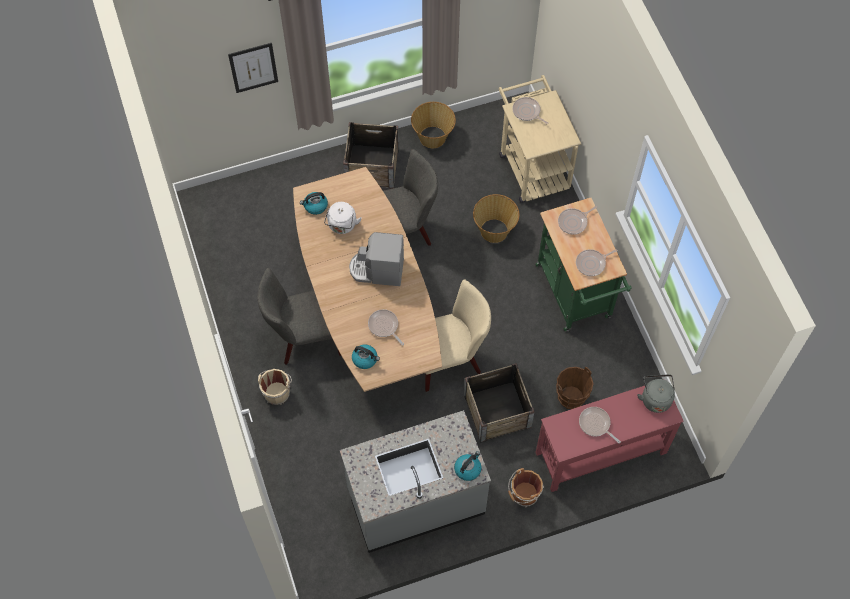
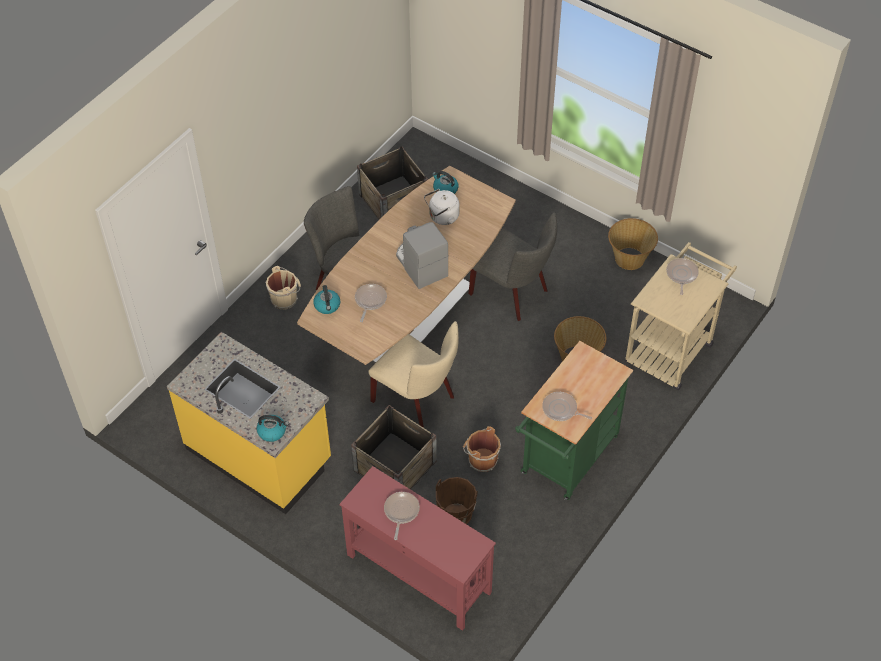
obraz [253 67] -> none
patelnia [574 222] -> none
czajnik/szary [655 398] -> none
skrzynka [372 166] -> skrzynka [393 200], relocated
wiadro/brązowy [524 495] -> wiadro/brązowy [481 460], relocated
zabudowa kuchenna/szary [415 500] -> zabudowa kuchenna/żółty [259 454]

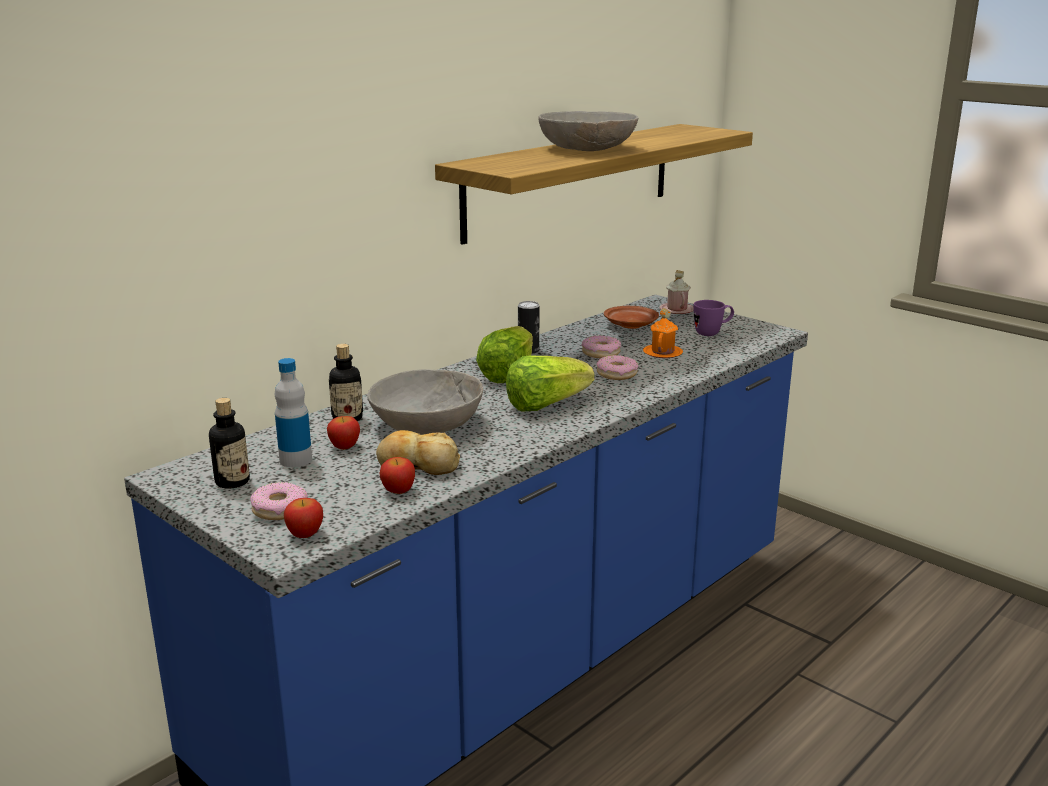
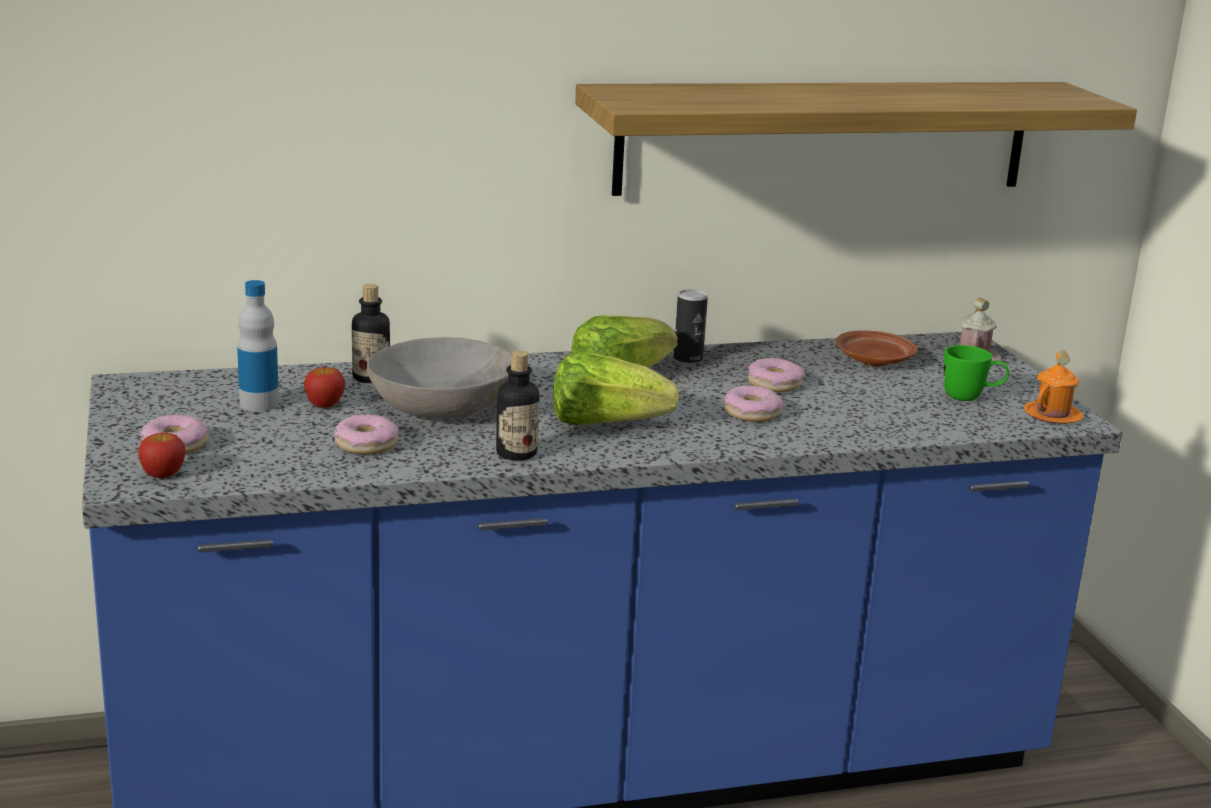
jabłko [398 490] -> none
miska/szary [588 148] -> none
butelka [232 482] -> butelka [516 453], relocated
kubek/pomarańczowy [662 353] -> kubek/pomarańczowy [1052 415], relocated
chleb [418 465] -> donut [366 444]
kubek/fioletowy [712 333] -> kubek/zielony [971 398]

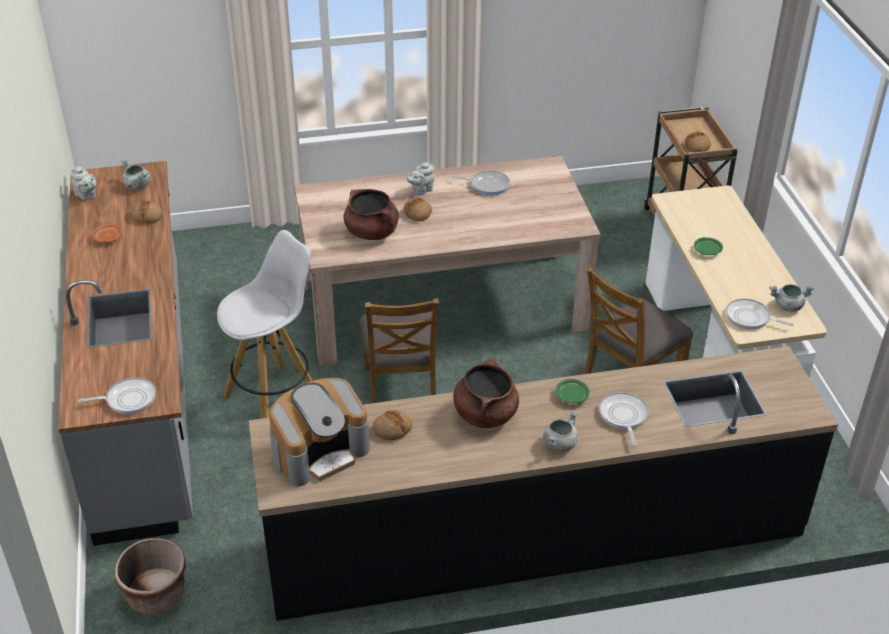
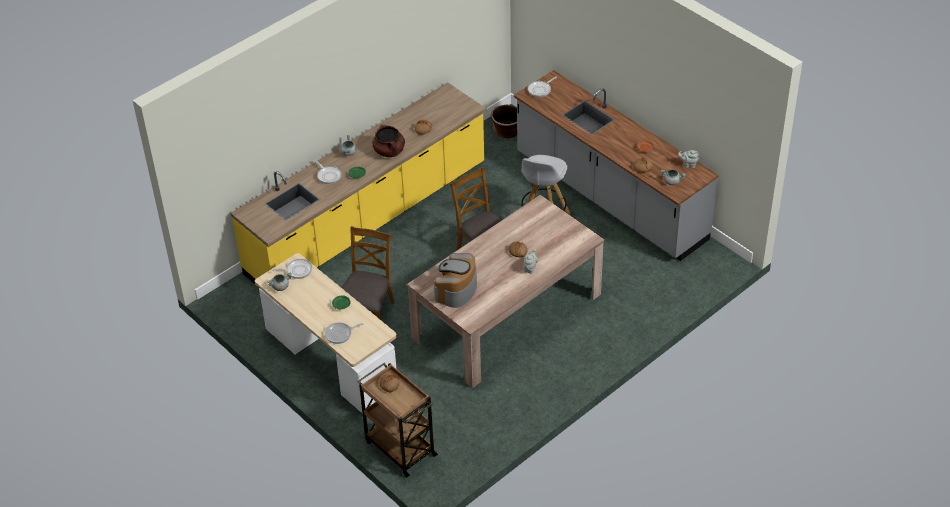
garnek/brązowy [372 232] -> none
ekspres do kawy [320 451] -> ekspres do kawy [456 290], relocated
patelnia [487 185] -> patelnia [340 334], relocated
zabudowa kuchenna/czarny [534 534] -> zabudowa kuchenna/żółty [368 219]

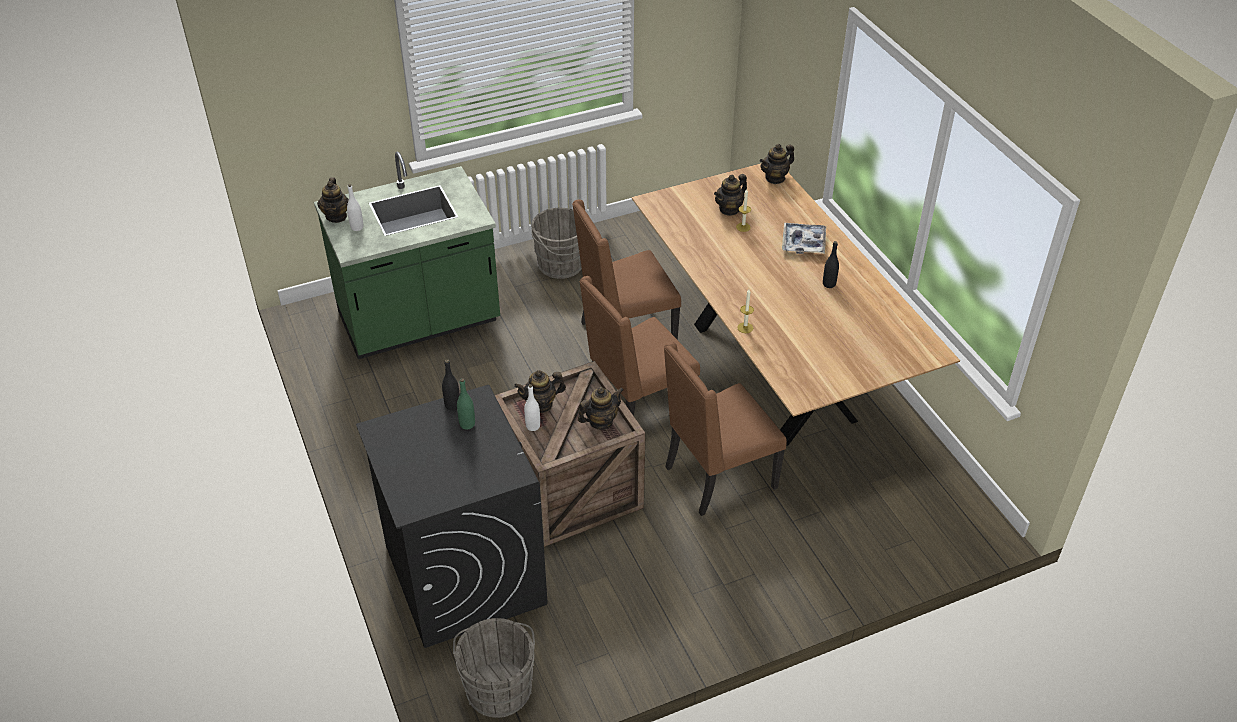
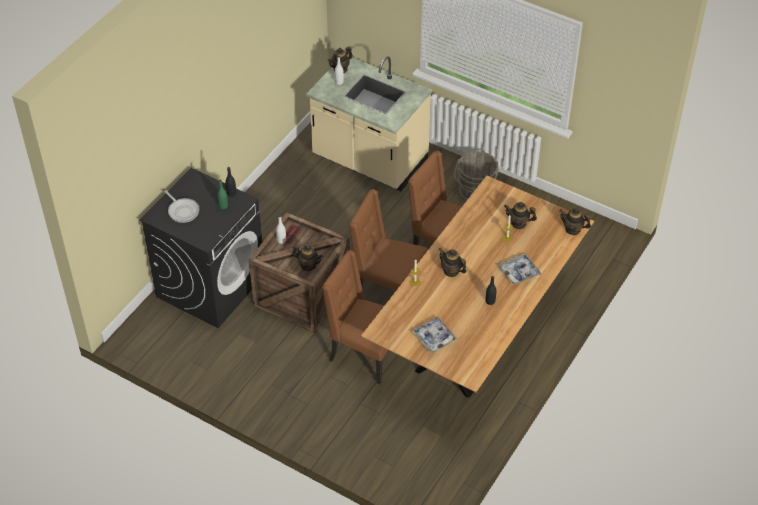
wiadro/szary [499 685] -> none
none -> patelnia [182 211]
none -> taca [434 337]
imbryk [541 404] -> imbryk [451 271], relocated
zabudowa kuchenna/zielony [419 321] -> zabudowa kuchenna/beżowy [369 161]

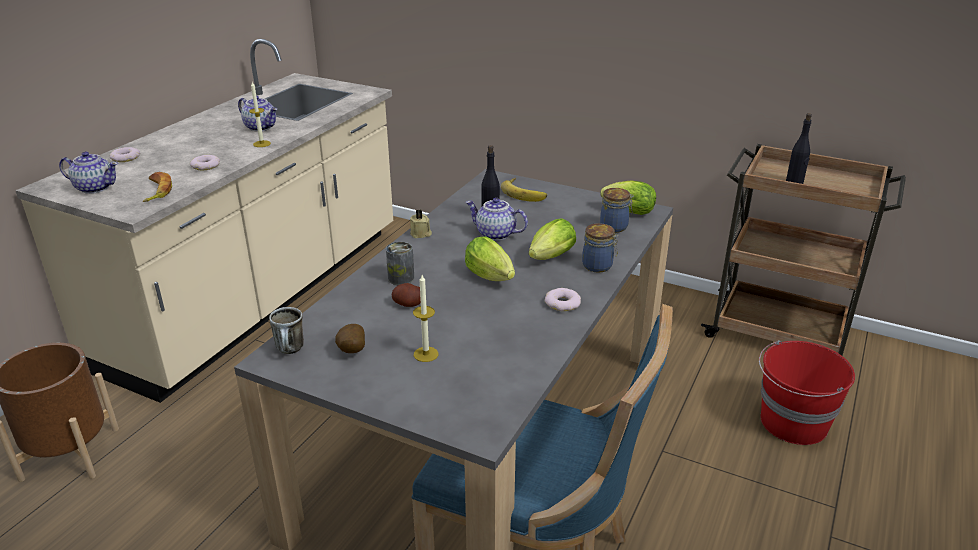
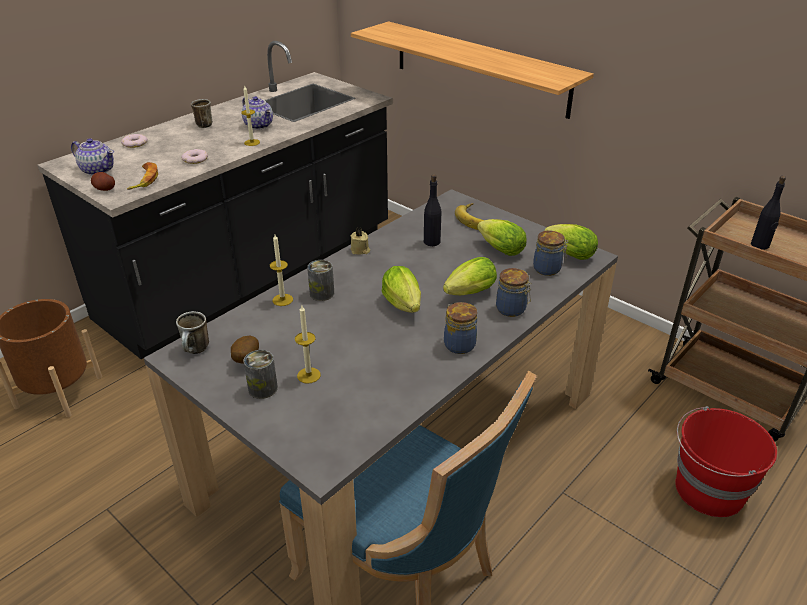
imbryk [495 234] -> none
none -> kubek [203 124]
none -> puszka [263 388]
none -> świeca [282 300]
none -> półka [480 68]
none -> sałata [498 249]
ziemniak [408 304] -> ziemniak [104 189], relocated
donut [562 303] -> słoik [458 344]
zabudowa kuchenna/beżowy [259 296] -> zabudowa kuchenna/czarny [252 274]

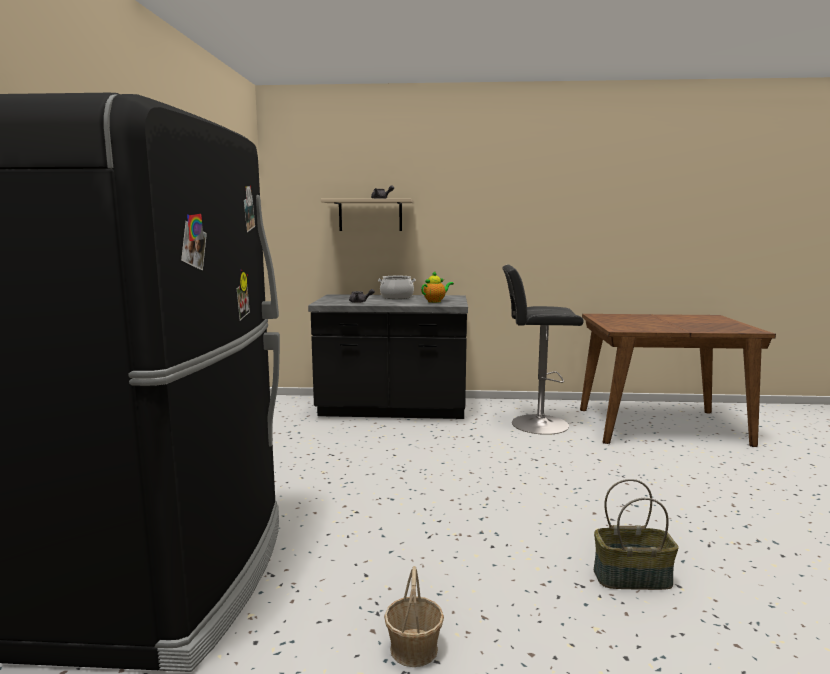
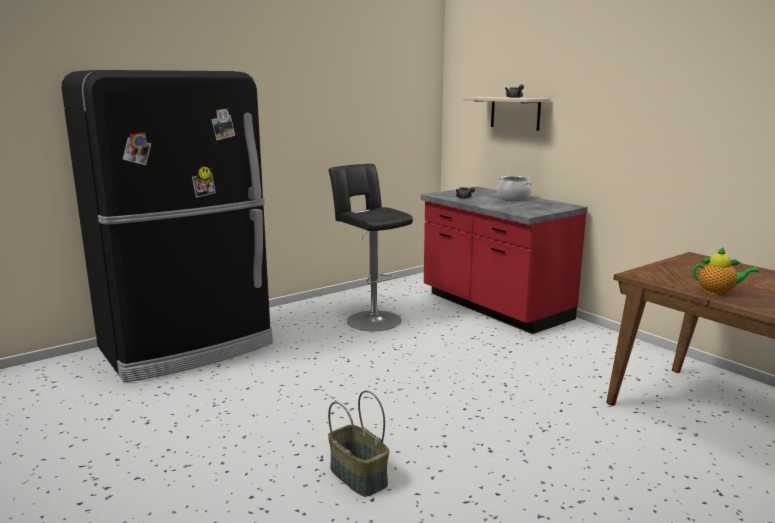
koszyk [414 649] -> none
imbryk [435 301] -> imbryk [718 292], relocated
stołek/czarny [535 424] -> stołek/czarny [371 319], relocated
zabudowa kuchenna/czarny [392 409] -> zabudowa kuchenna/czerwony [494 307]

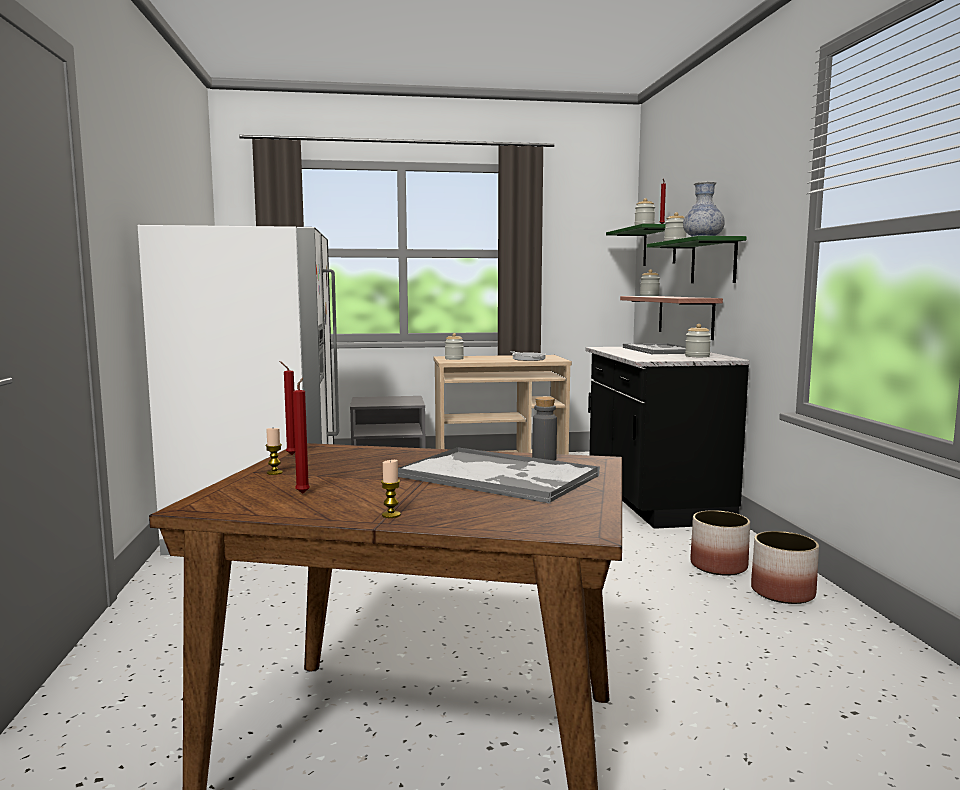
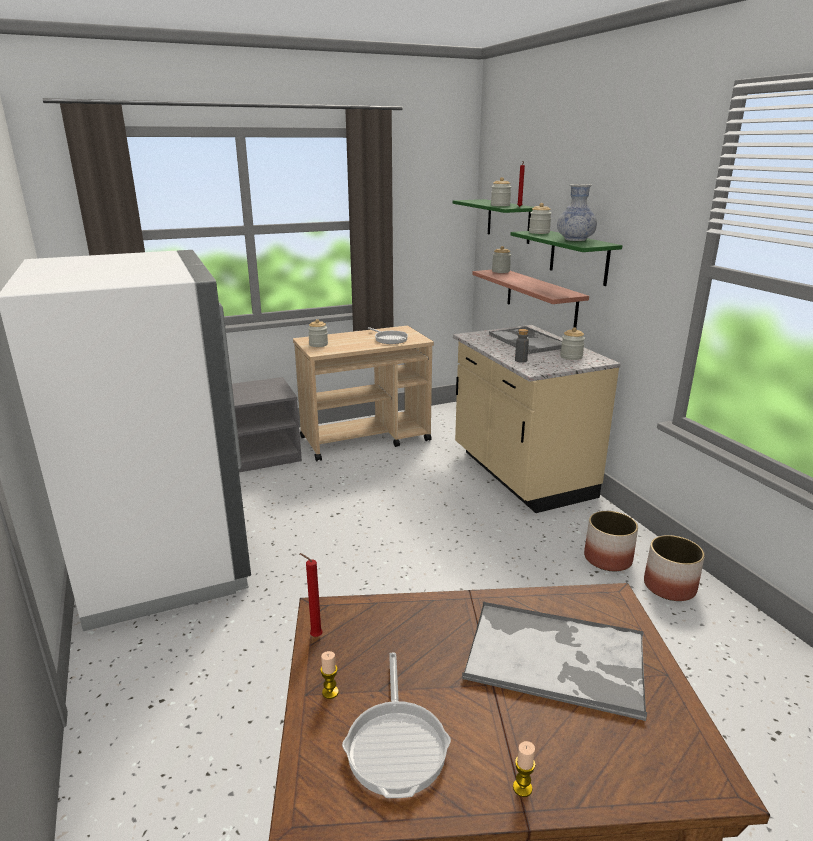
butelka/szary [544 459] -> butelka/szary [521 360], relocated
świeca/czerwony [304 493] -> patelnia [397 744]
zabudowa kuchenna/czarny [654 502] -> zabudowa kuchenna/beżowy [520 475]

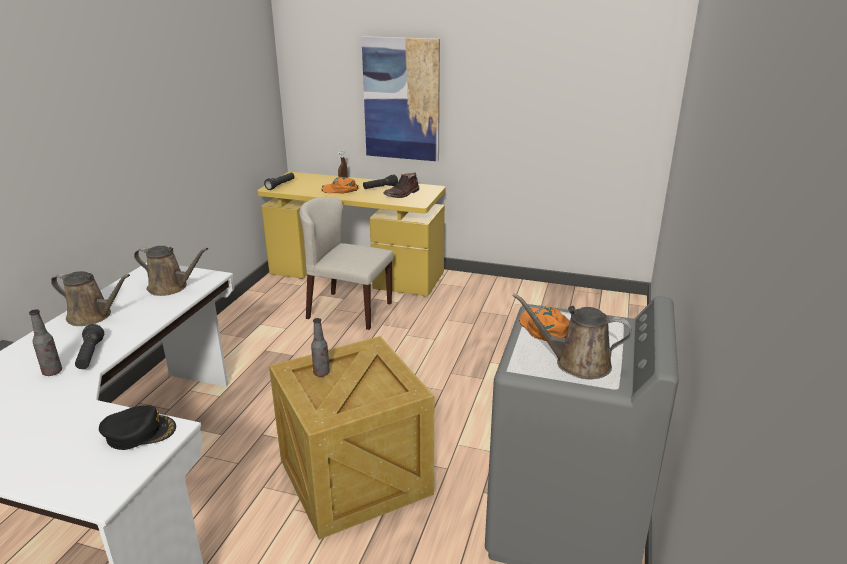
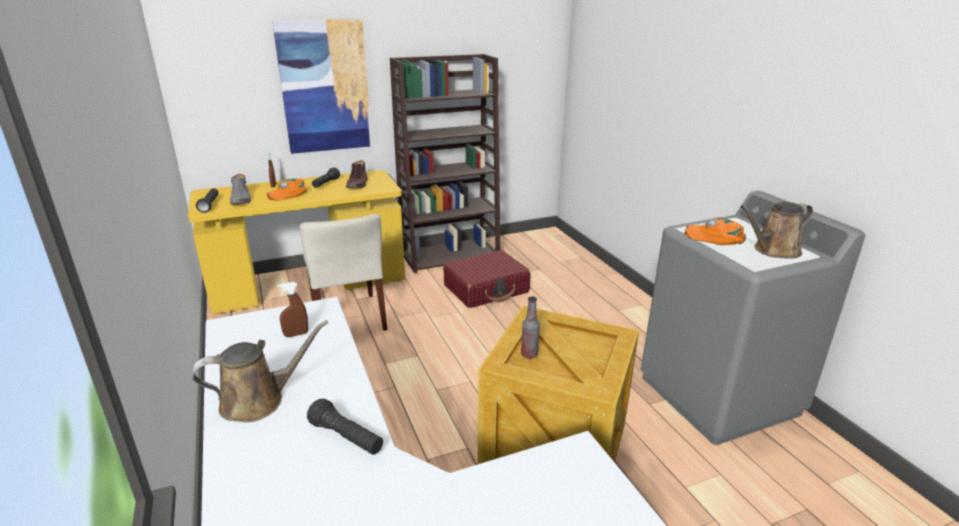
butelka [52 372] -> none
czapka z daszkiem/czarny [139 432] -> none
none -> but z cholewką/szary [241 199]
none -> regał/brązowy [451 255]
none -> walizka/czerwony [486 289]
konewka/brązowy [171 287] -> spryskiwacz/brązowy [296 334]
krzesło/beżowy [349 310] -> krzesło/beżowy [348 317], 90 degrees counterclockwise

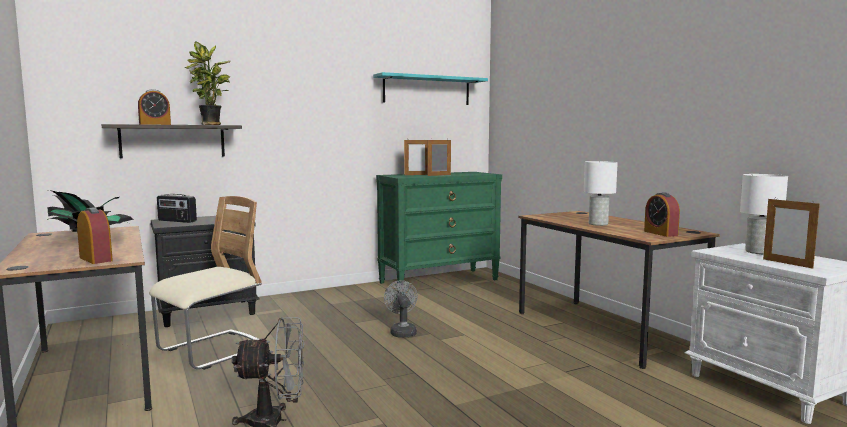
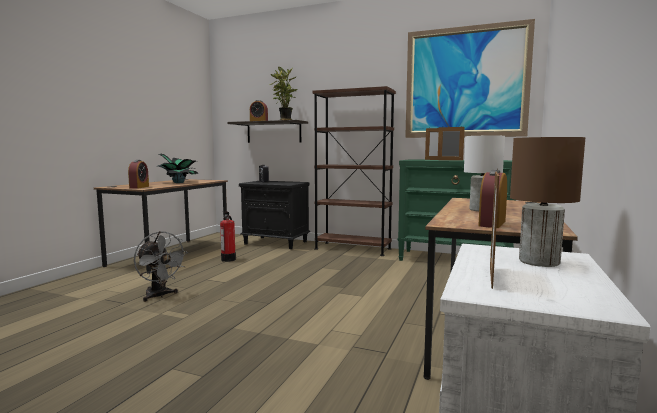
wentylator/szary [402 332] -> none
none -> regał/brązowy [352 249]
krzesło/beżowy [213 351] -> gaśnica [228 259]
półka/turkusowy [427 90] -> obraz [465 82]
lampa stołowa/biały [758 252] -> lampa stołowa/brązowy [540 262]

